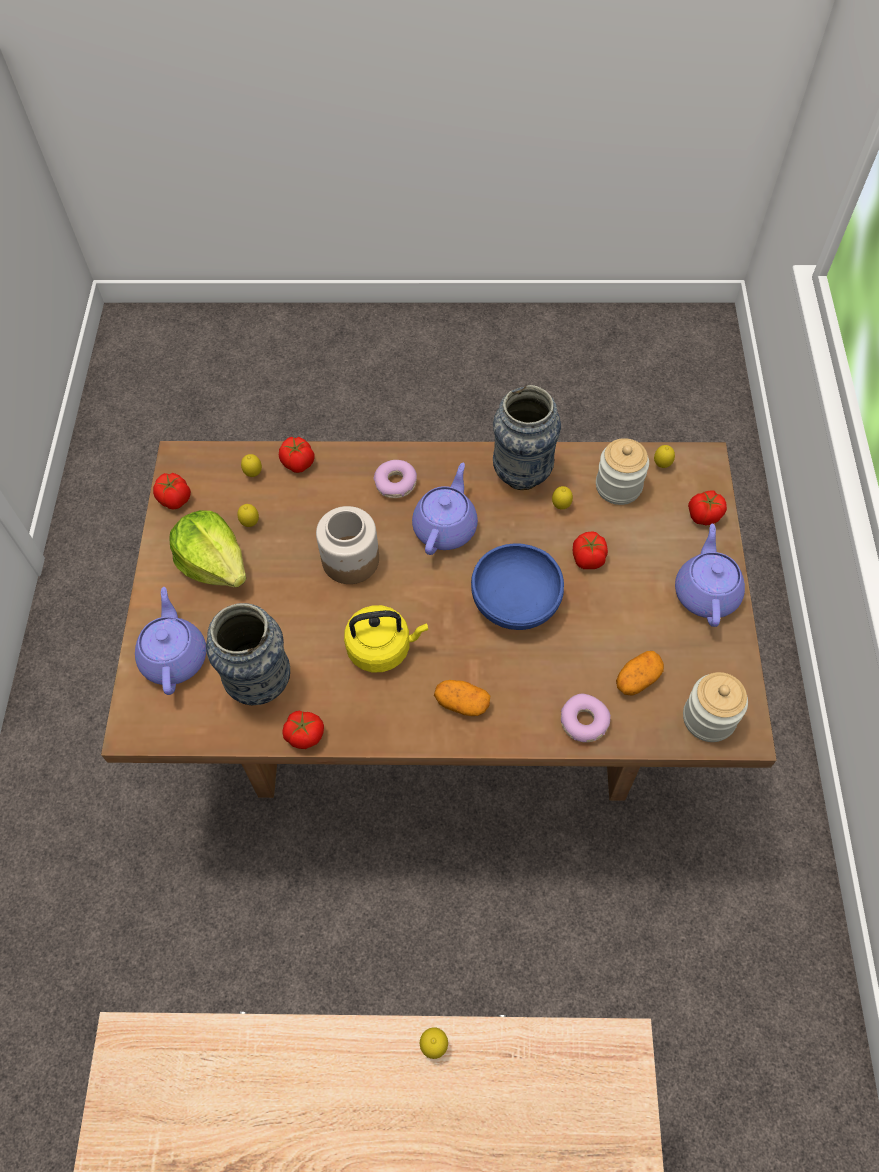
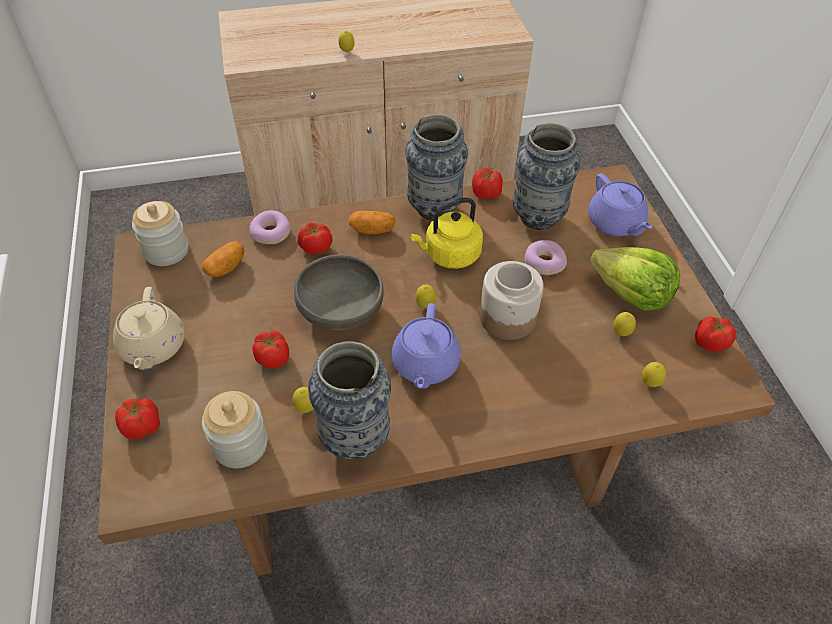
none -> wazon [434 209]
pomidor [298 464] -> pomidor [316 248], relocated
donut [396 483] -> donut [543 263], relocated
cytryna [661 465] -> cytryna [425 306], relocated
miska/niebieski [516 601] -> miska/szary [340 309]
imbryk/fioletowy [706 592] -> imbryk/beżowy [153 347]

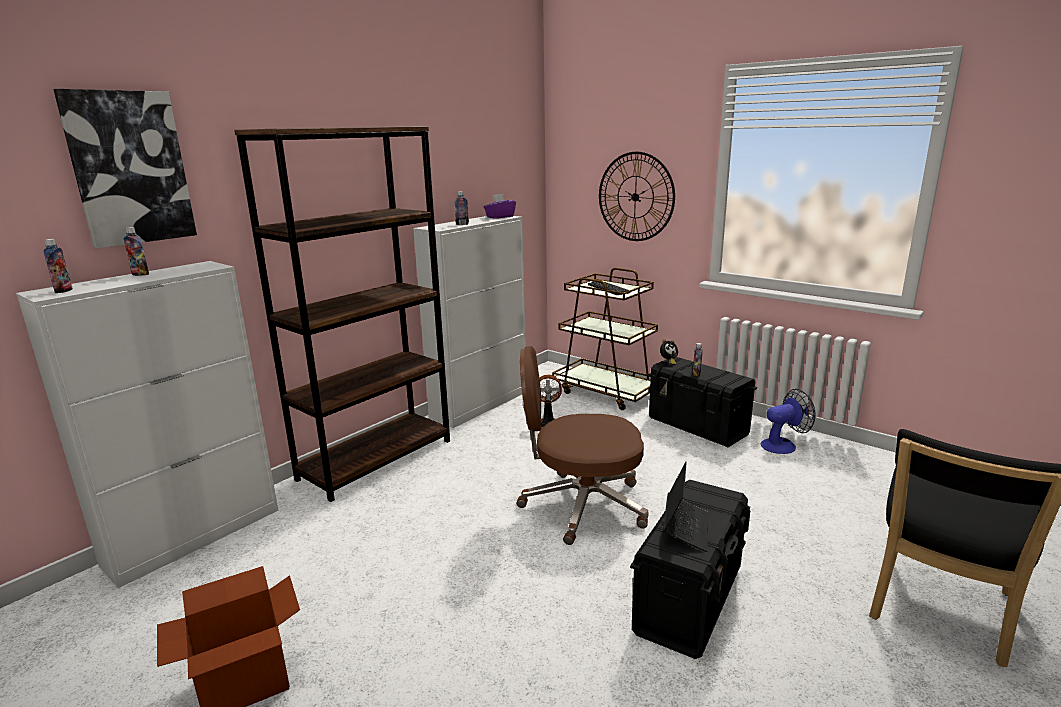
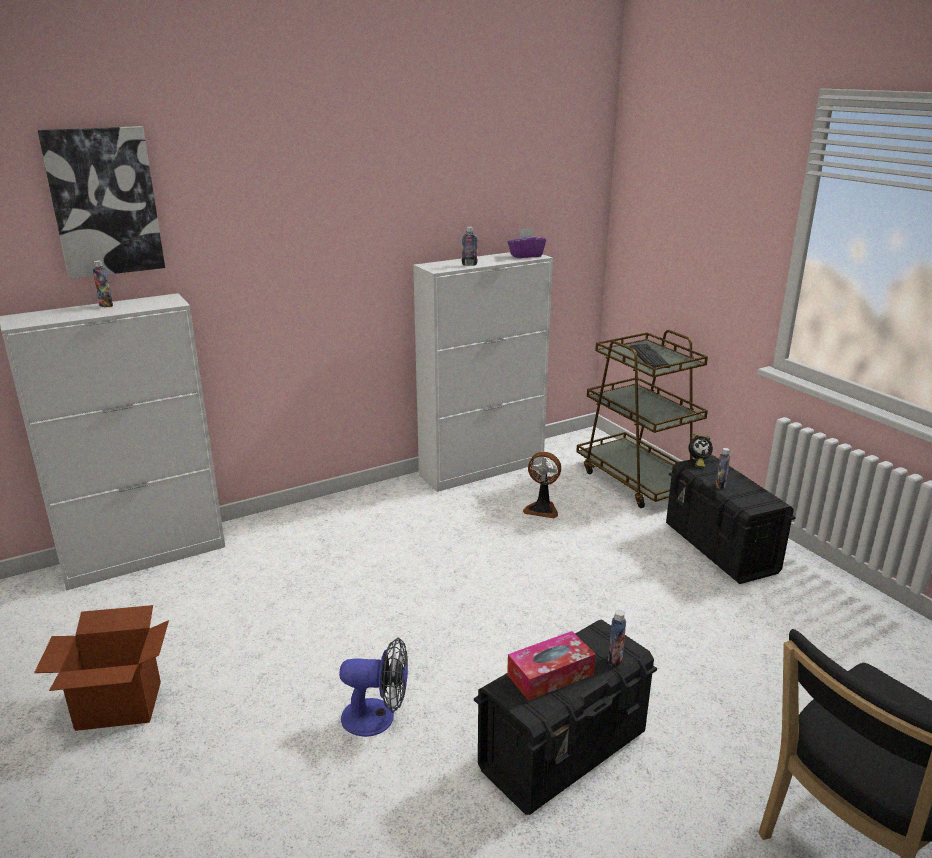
regał/brązowy [376 459] -> none
krzesło biurowe/brązowy [581 505] -> none
zegar ścienny [635 197] -> none
butelka [64 291] -> butelka [615 659], relocated
wentylator [783 445] -> wentylator [378 717], relocated
laptop [685 528] -> pudełko chusteczek [550 675]

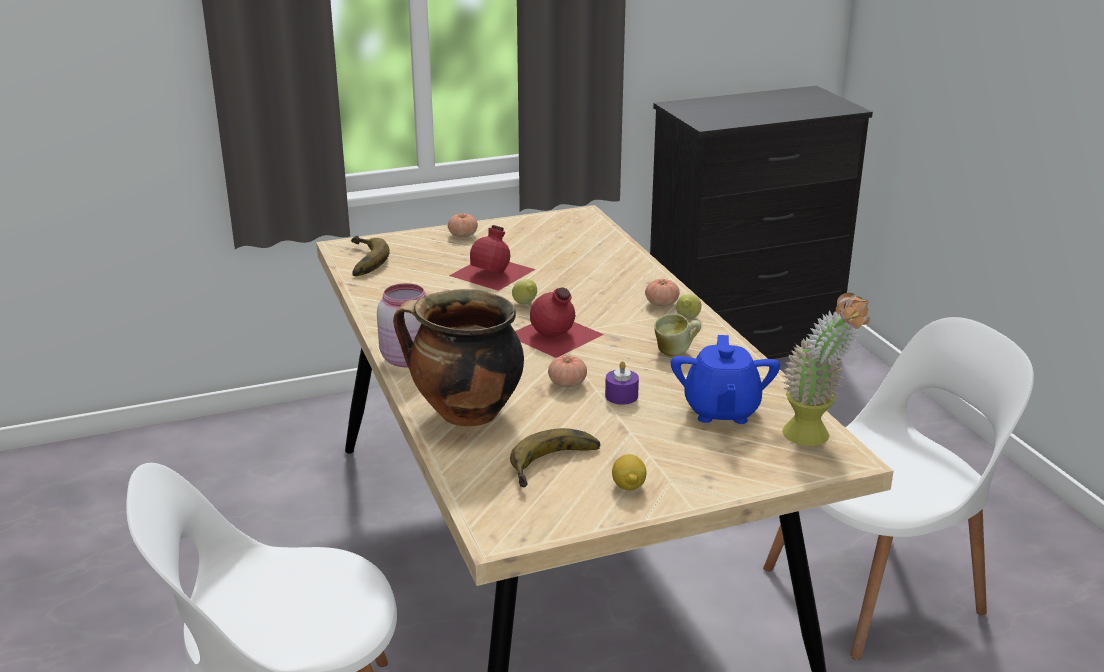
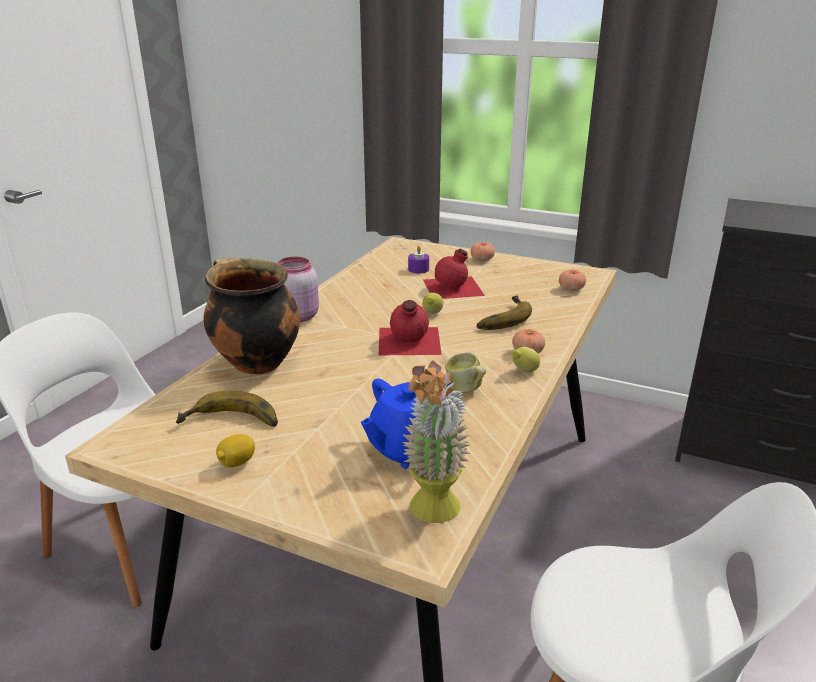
banan [359 261] -> banan [500 318], relocated
pomidor [567 383] -> pomidor [571 289], relocated
świeca/fioletowy [621 396] -> świeca/fioletowy [418 269], relocated

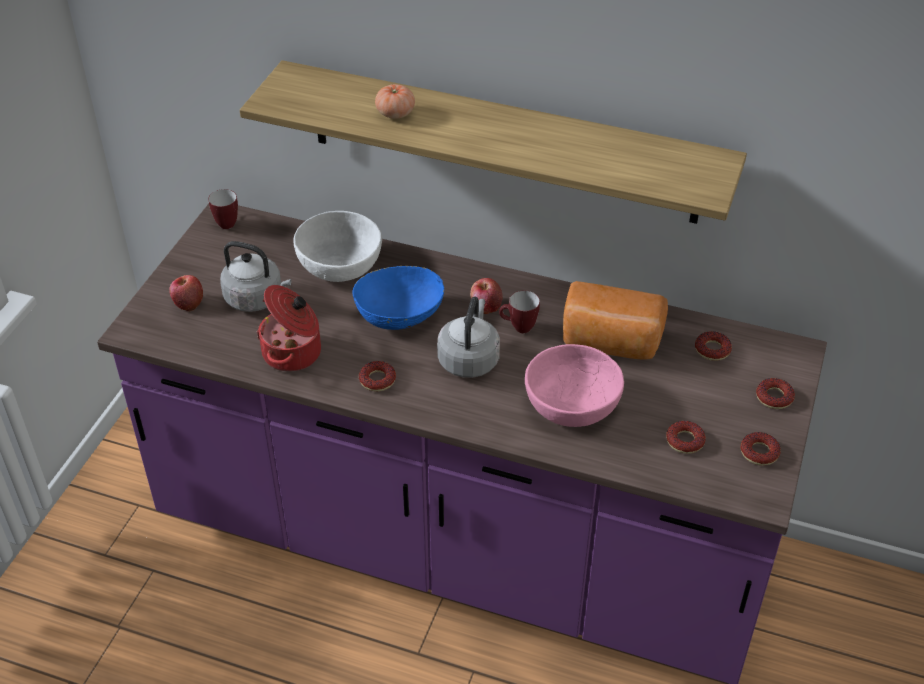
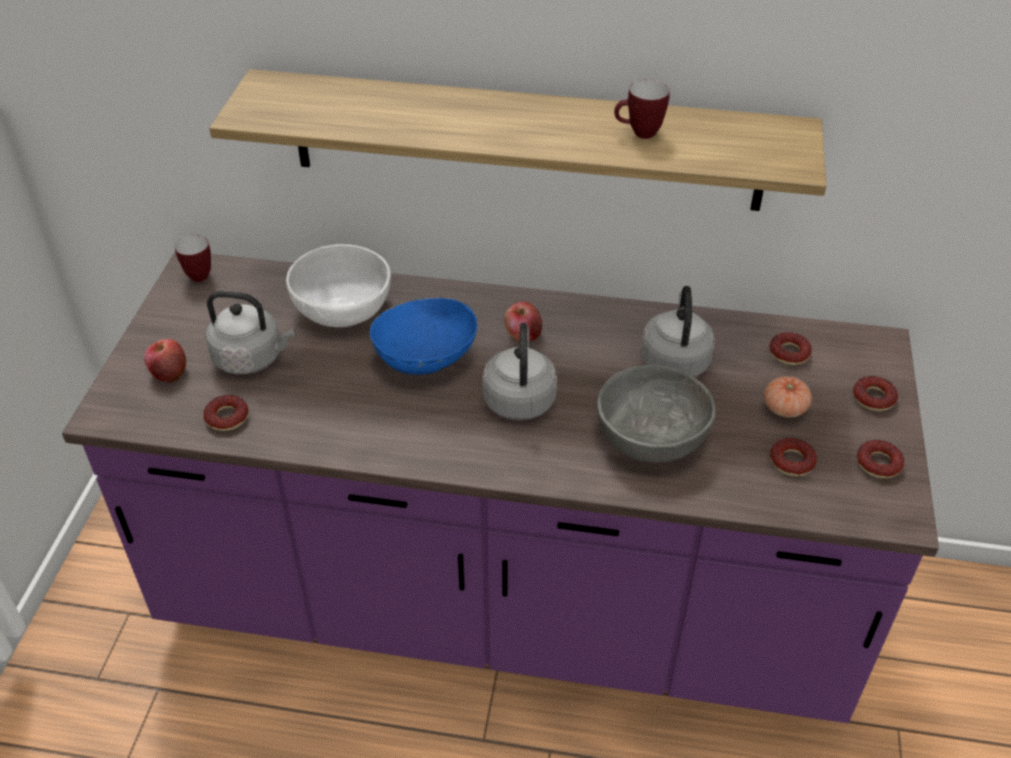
garnek [294 353] -> none
donut [377 380] -> donut [227 417], relocated
pomidor [395 113] -> pomidor [784 408], relocated
kubek [518 328] -> kubek [638 134], relocated
chleb [610 343] -> czajnik/szary [674 359]
miska/różowy [571 404] -> miska/szary [651 435]

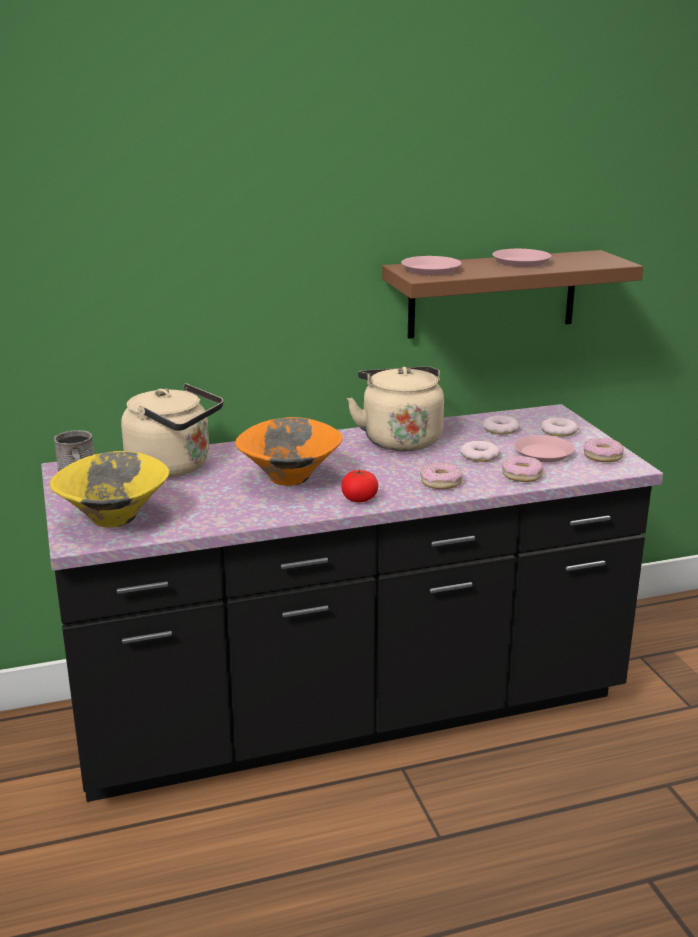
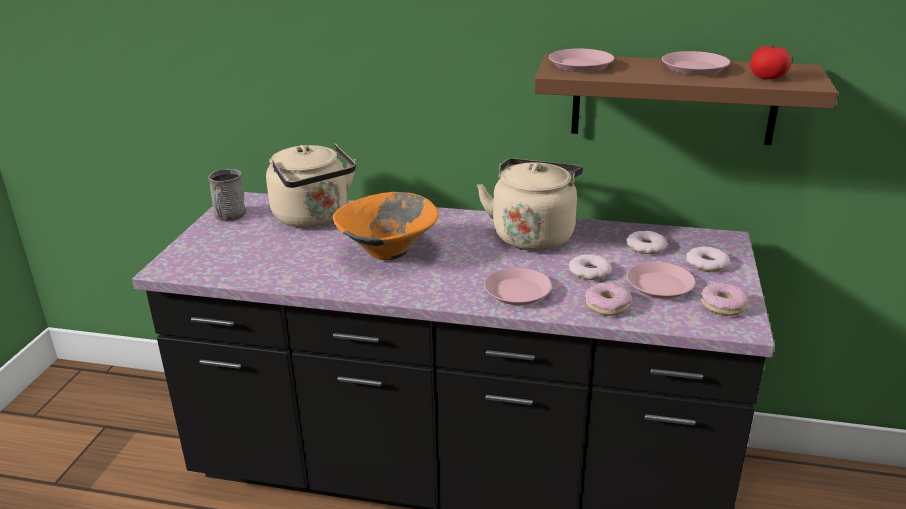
miska/żółty [113 520] -> none
pomidor [359 499] -> pomidor [768 77], relocated
donut [441 482] -> talerz/różowy [517 292]

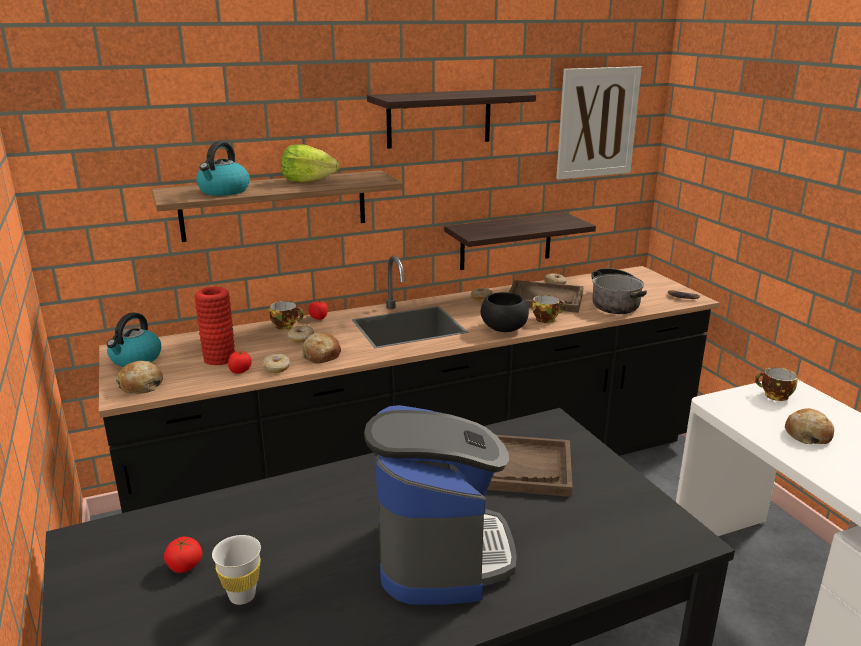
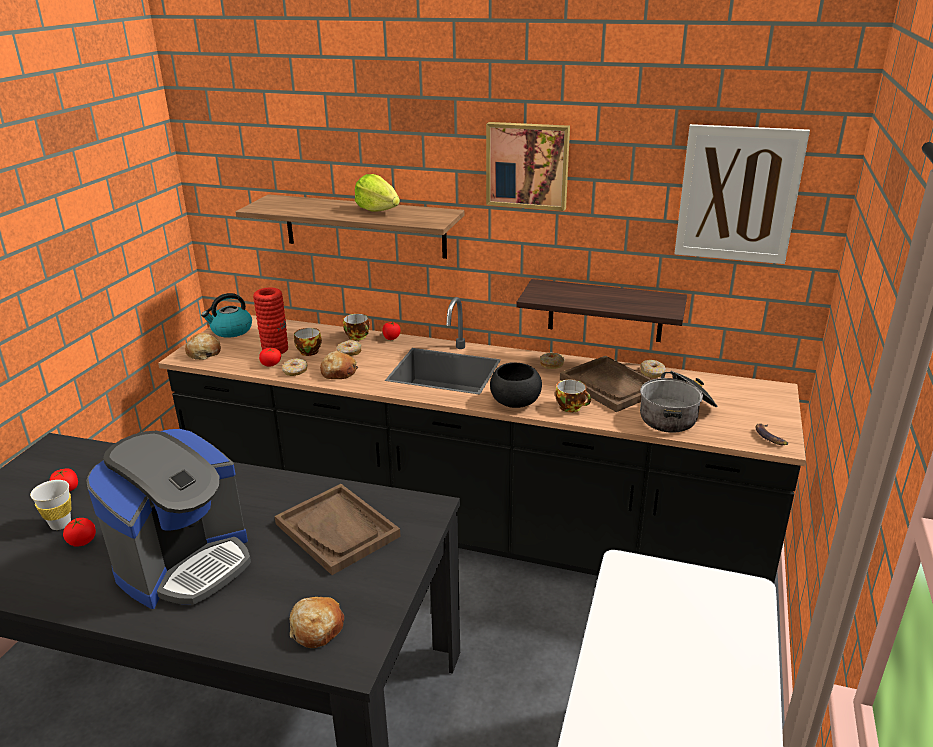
czajnik [224 191] -> none
none -> pomidor [82 541]
filiżanka [774 396] -> filiżanka [308 351], relocated
chleb [807 434] -> chleb [317 628], relocated
półka [439 118] -> obraz [528 165]

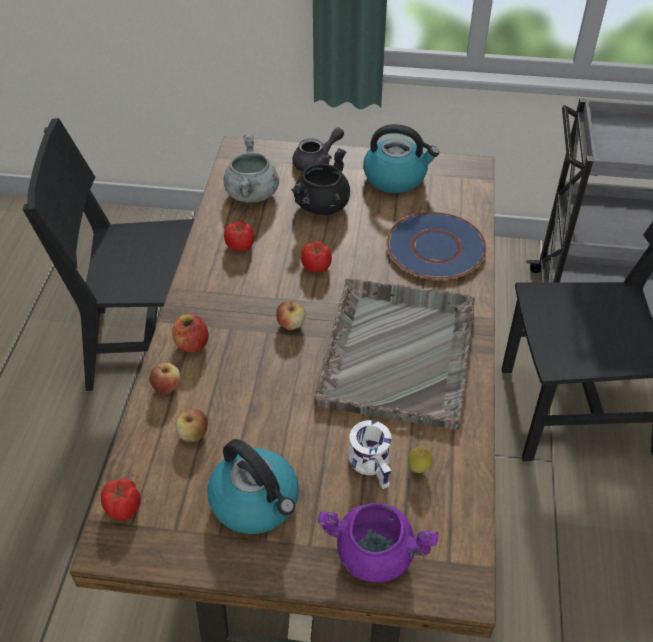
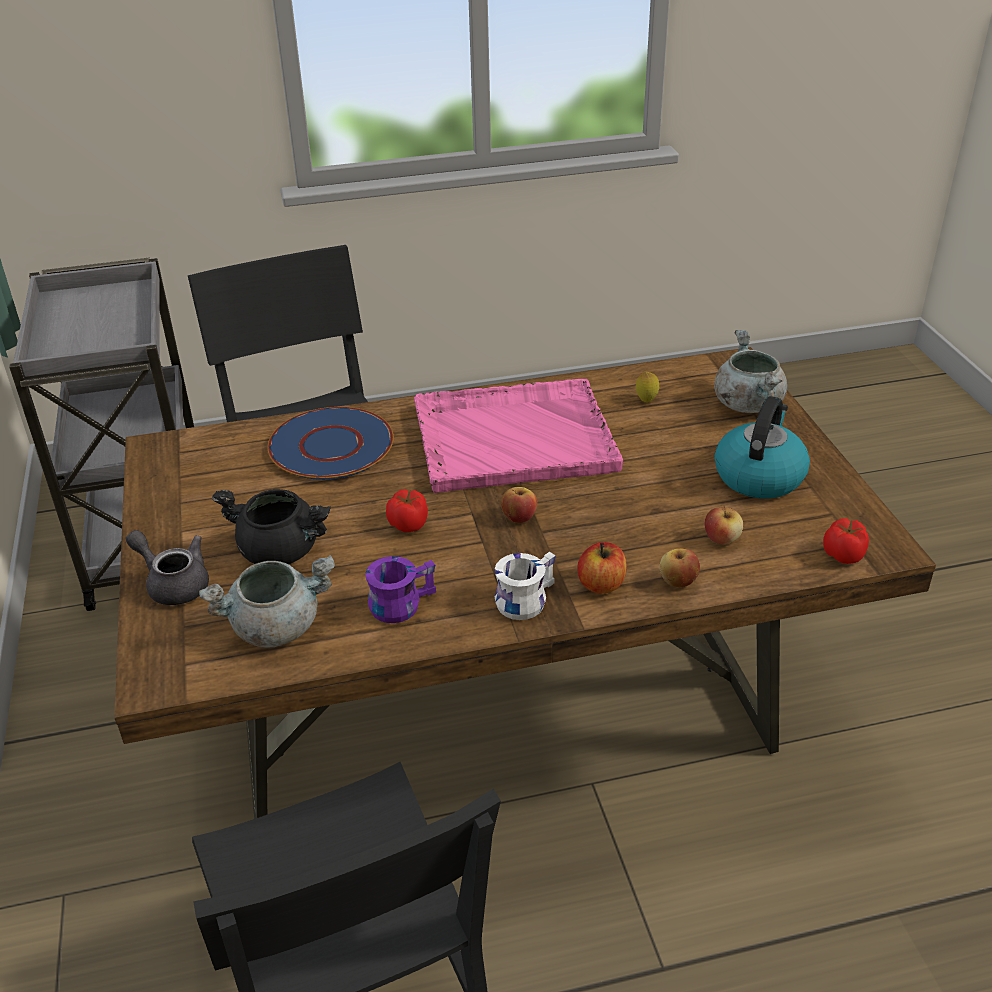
czajnik [396 177] -> none
kubek/biały [374 463] -> kubek/biały [523 598], relocated
pomidor [240 246] -> kubek/fioletowy [400 601]
taca/szary [398 351] -> taca/różowy [512 438]
garnek/fioletowy [375 554] -> garnek/szary [747 404]

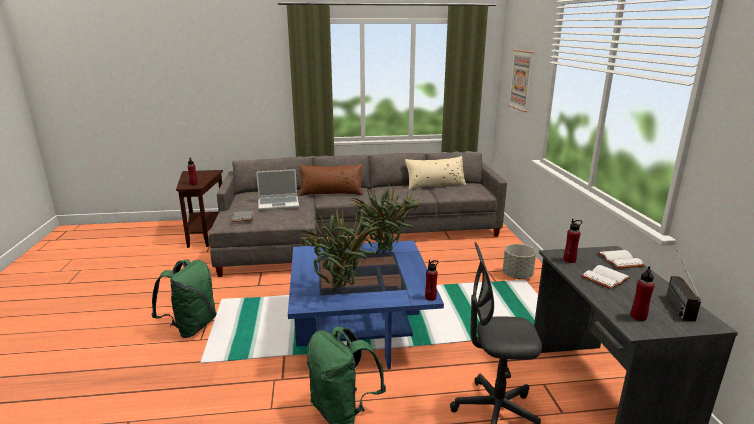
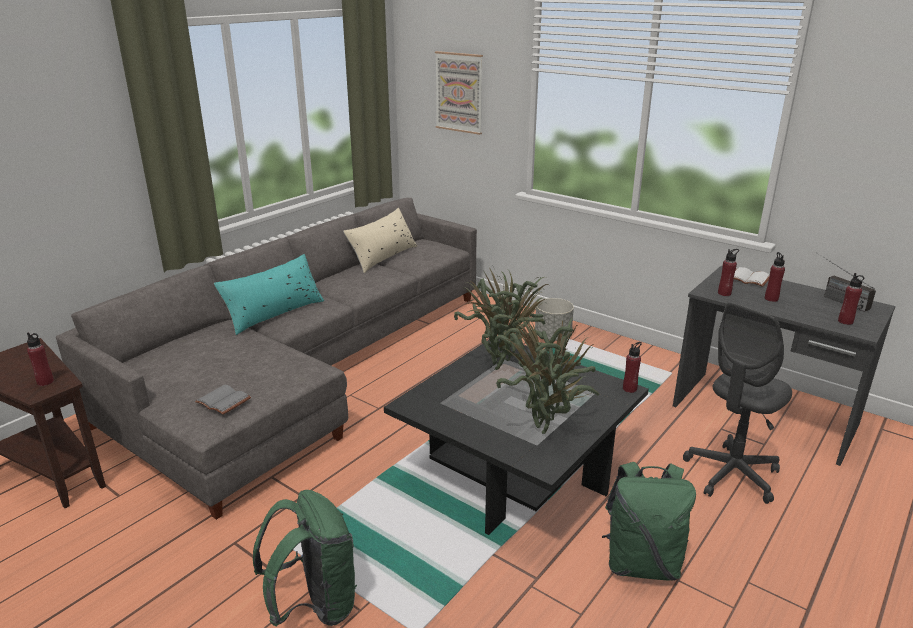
laptop [279 204] -> none
książka/biały [604 277] -> butelka/czerwony [771 299]
ława/niebieski [360 329] -> ława/czarny [515 473]
poduszka/brązowy [331 193] -> poduszka/turkusowy [274 313]

